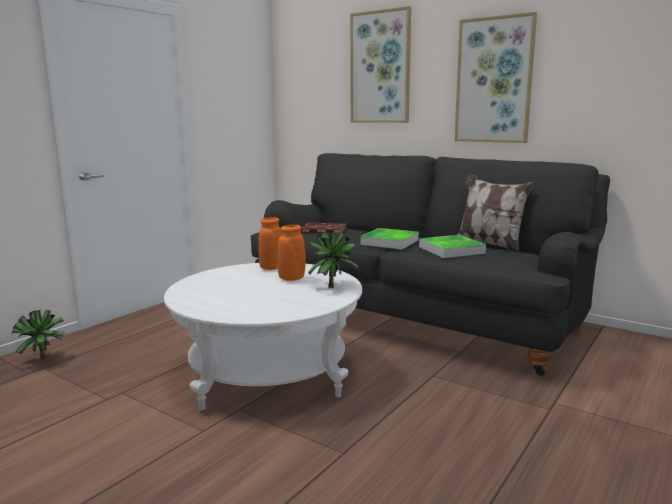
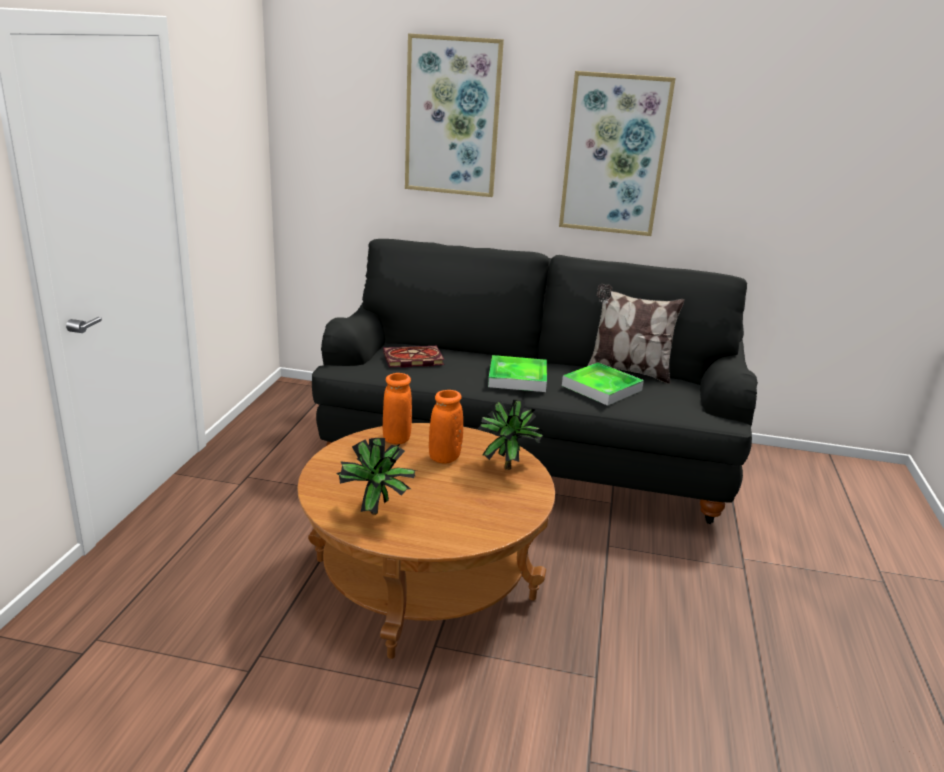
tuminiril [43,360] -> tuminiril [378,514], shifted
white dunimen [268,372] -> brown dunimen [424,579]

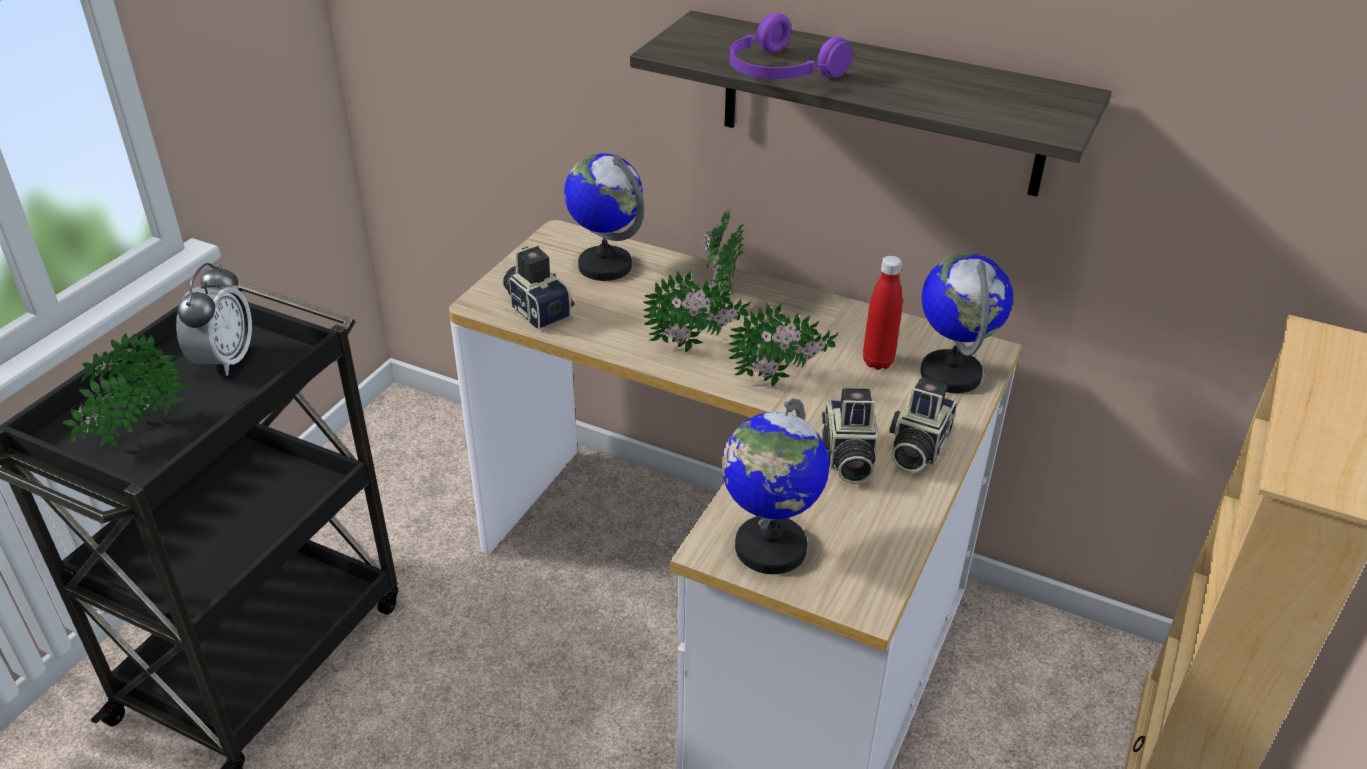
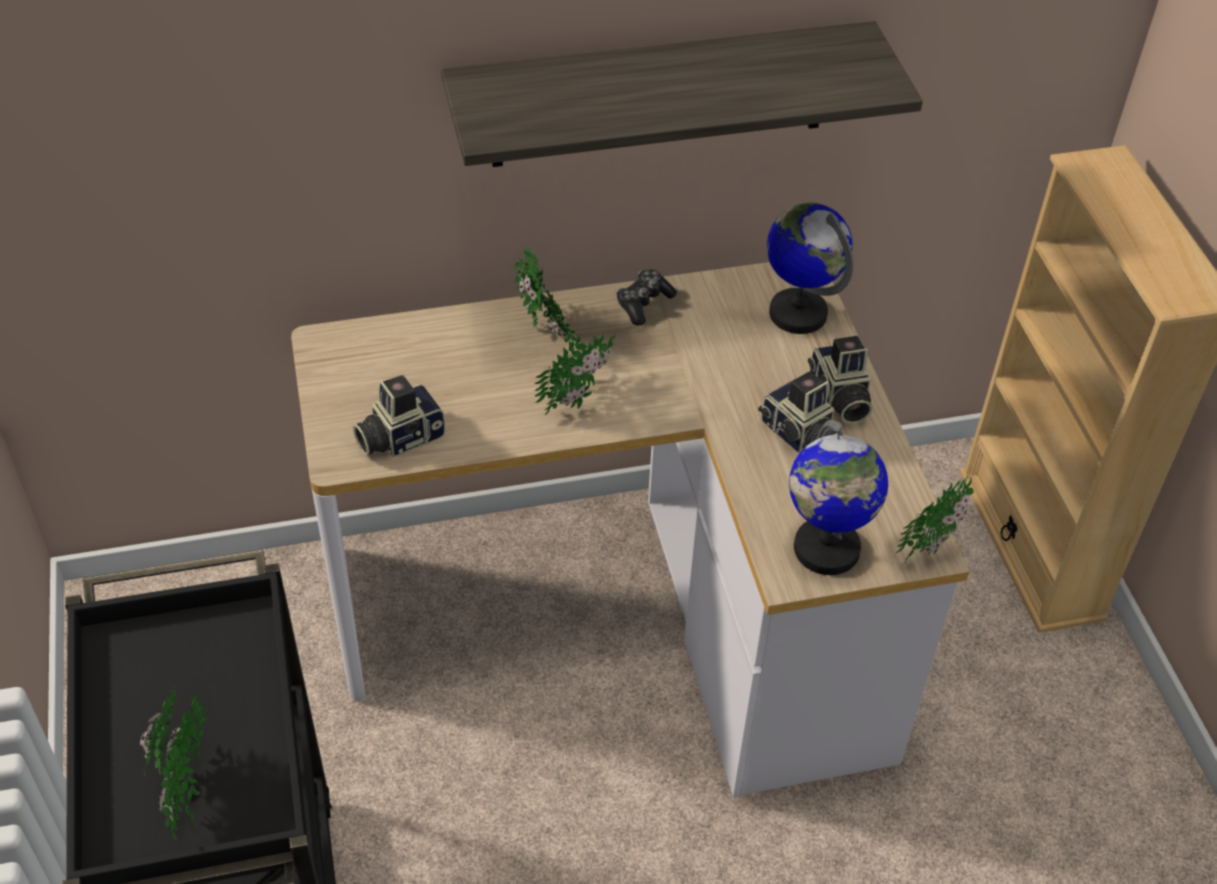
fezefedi [225,360] -> none
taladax [537,309] -> taladax [399,437], 45 degrees counterclockwise
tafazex [605,265] -> none
tuminiril [782,380] -> tuminiril [933,543], shifted
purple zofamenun [779,72] -> none
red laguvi [878,362] -> none
none -> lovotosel [643,303]

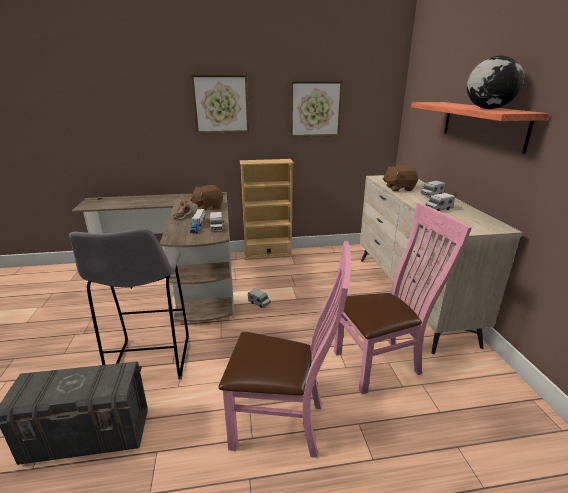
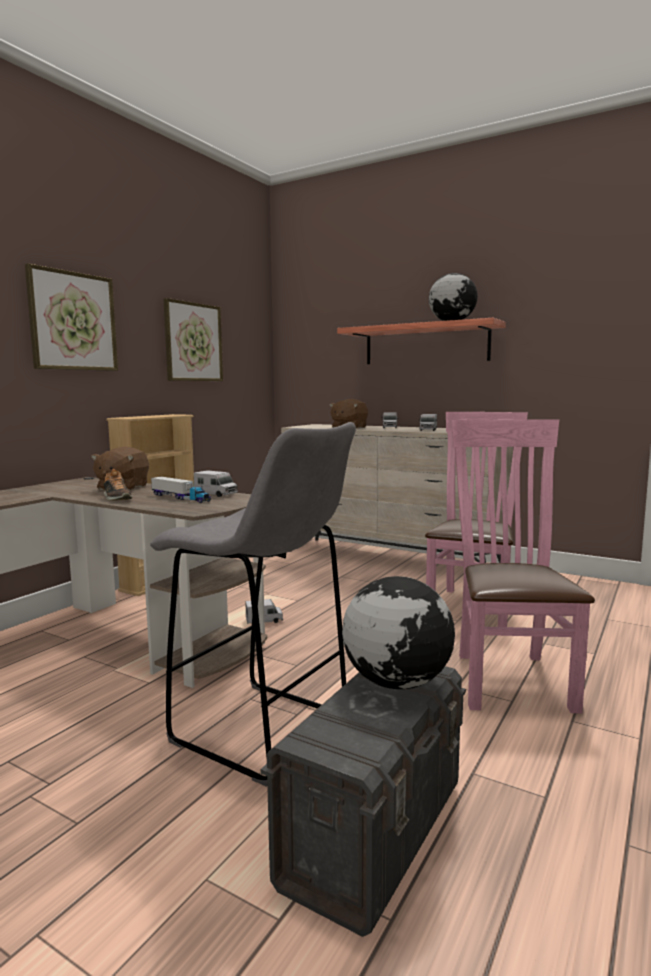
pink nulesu [284,424] -> pink nulesu [509,677], 45 degrees counterclockwise
none -> tafazex [396,682]

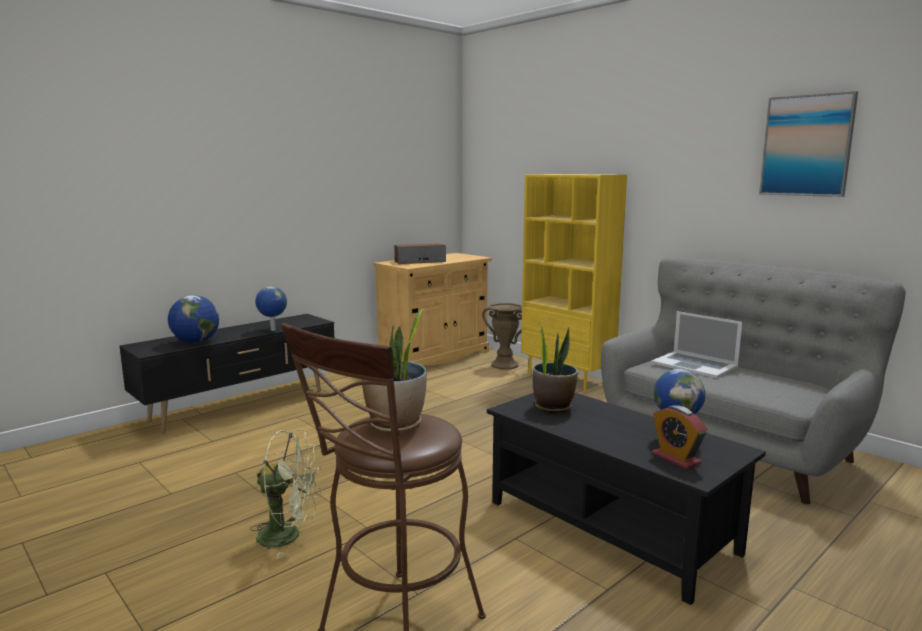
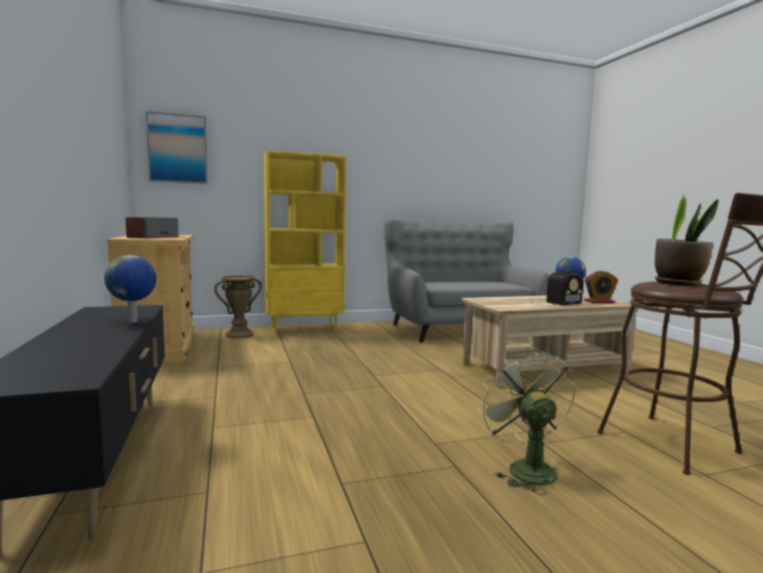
tafazex [196,342] -> none
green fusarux [288,536] -> green fusarux [524,468], 45 degrees counterclockwise
black dunimen [610,527] -> beige dunimen [544,369]
tuminiril [553,407] -> none
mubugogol [694,365] -> none
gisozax [806,146] -> gisozax [178,149], shifted
none -> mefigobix [554,303]

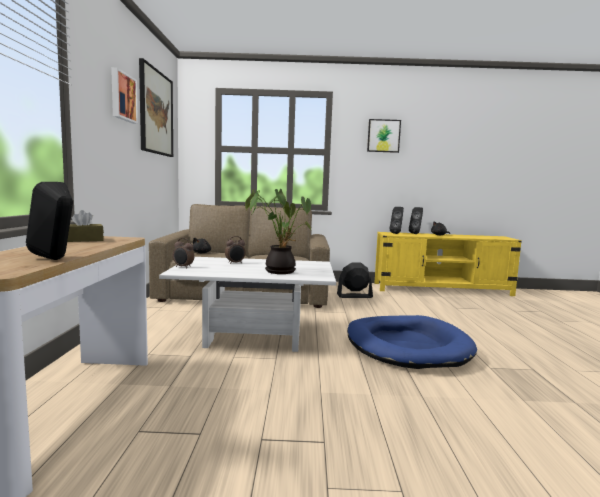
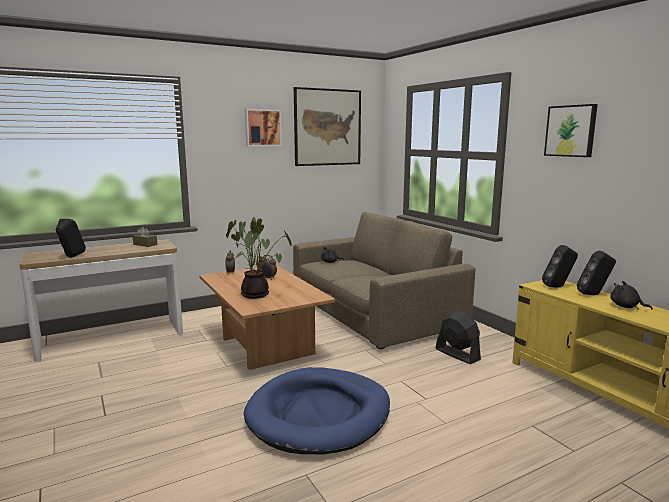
white dunimen [253,336] -> brown dunimen [264,346]

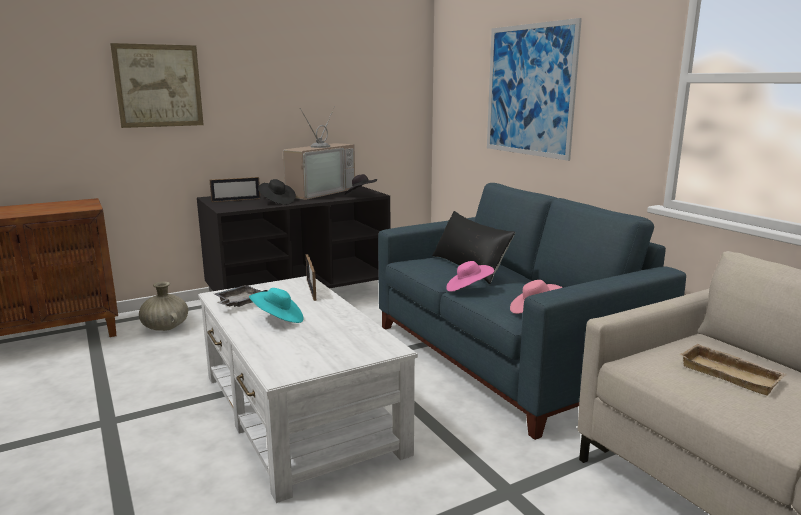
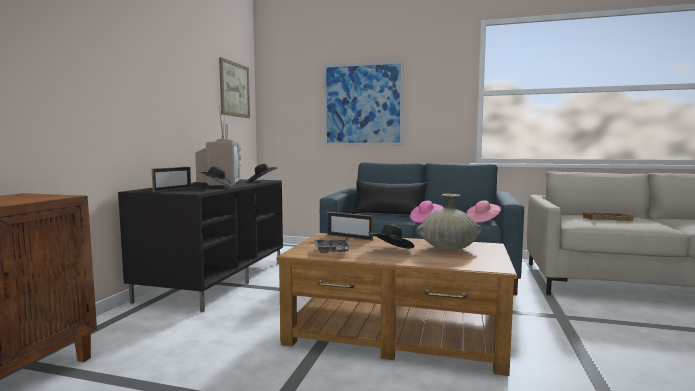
gisozax [158,86] -> gisozax [234,89], shifted
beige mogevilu [165,327] -> beige mogevilu [448,248], shifted
white dunimen [298,413] -> brown dunimen [396,333]
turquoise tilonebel [278,320] -> black tilonebel [391,251]

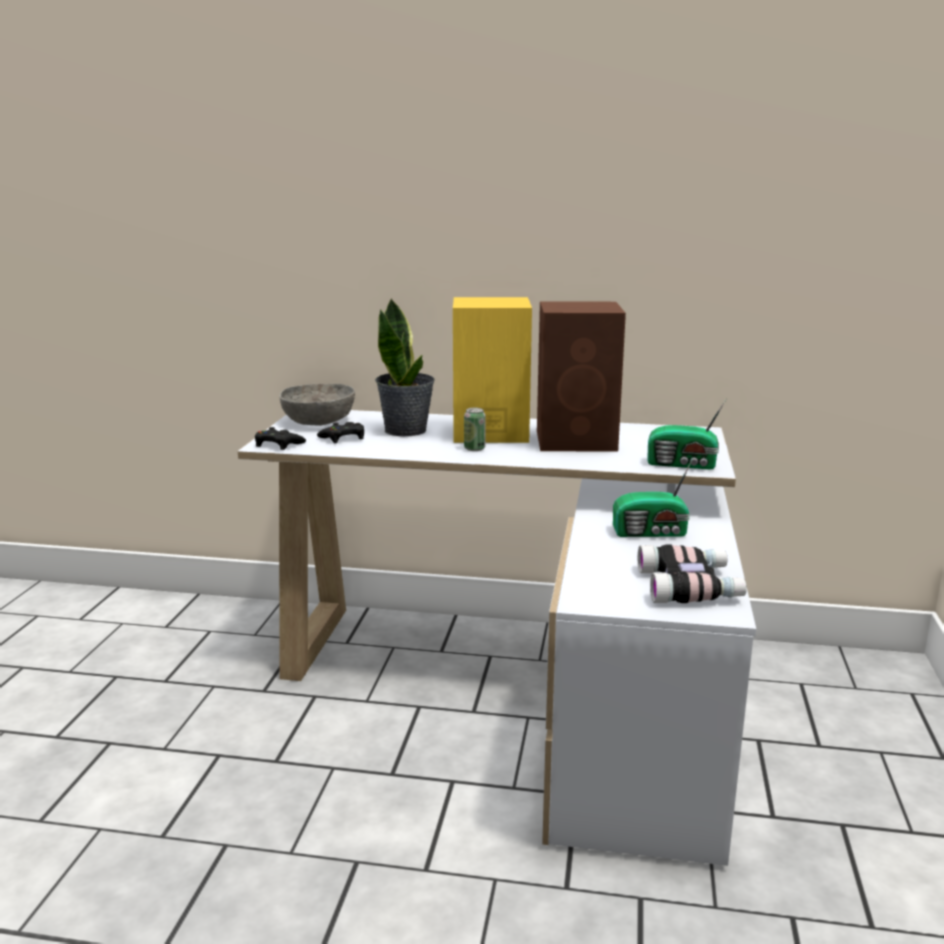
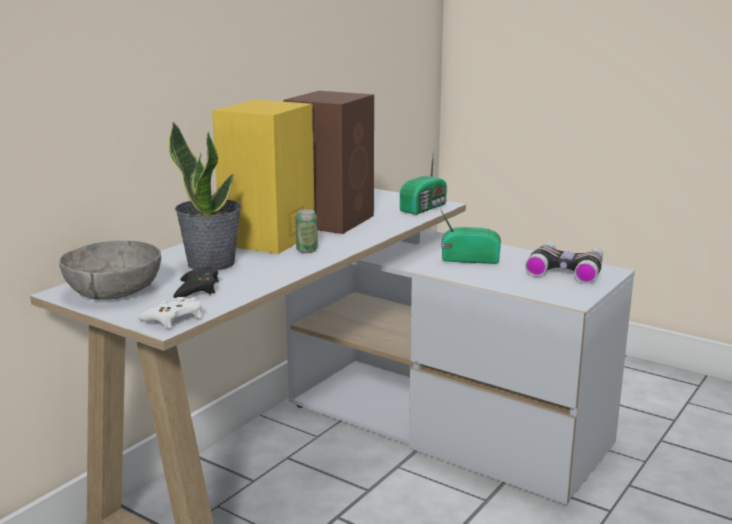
black lovotosel [278,444] -> white lovotosel [174,318]
mefigobix [652,533] -> mefigobix [468,259], 105 degrees counterclockwise

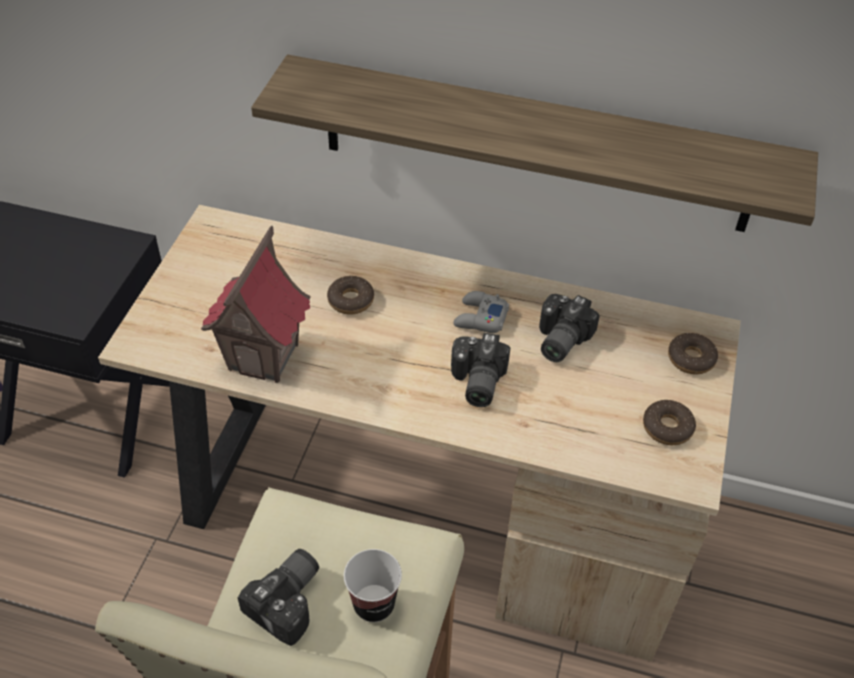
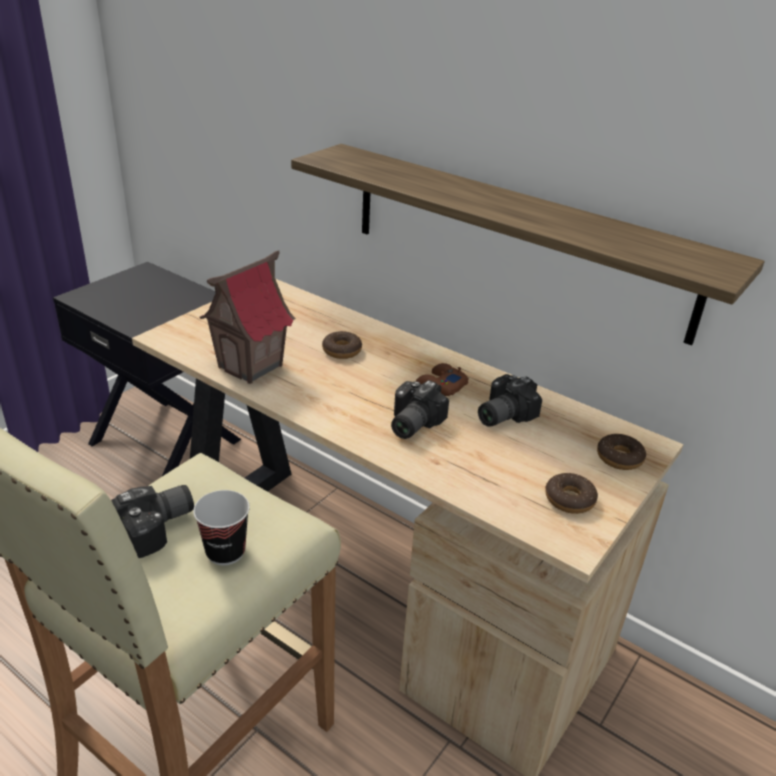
grey lovotosel [480,318] -> brown lovotosel [440,385]

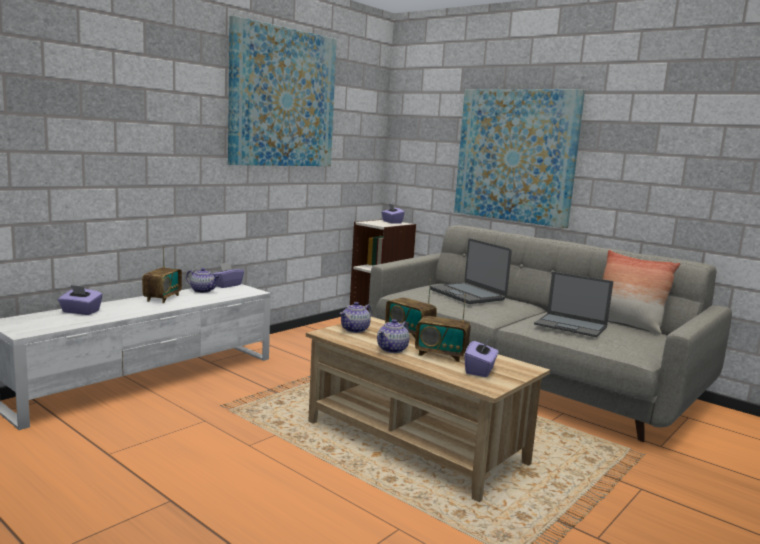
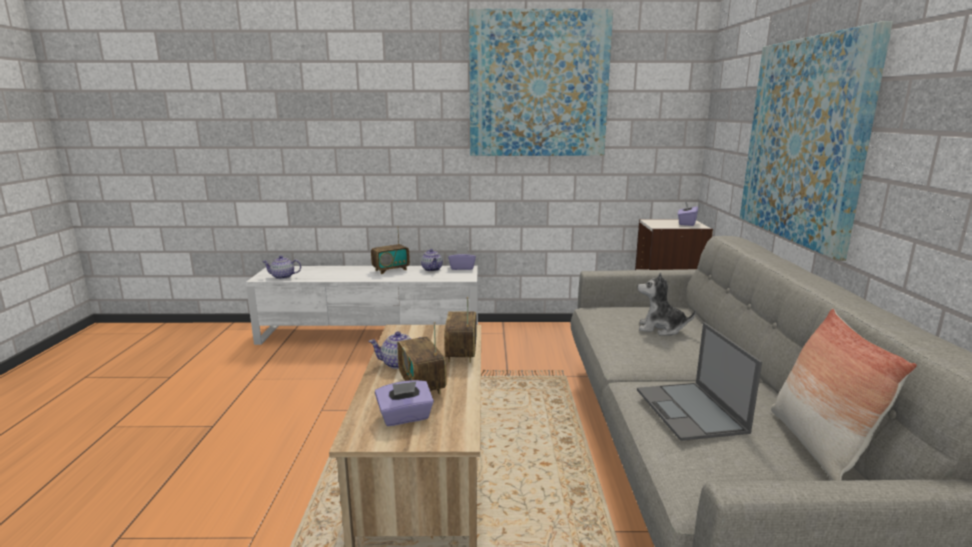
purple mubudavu [80,312] -> none
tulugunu [355,330] -> tulugunu [283,277], shifted
mubugogol [467,294] -> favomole [661,329]

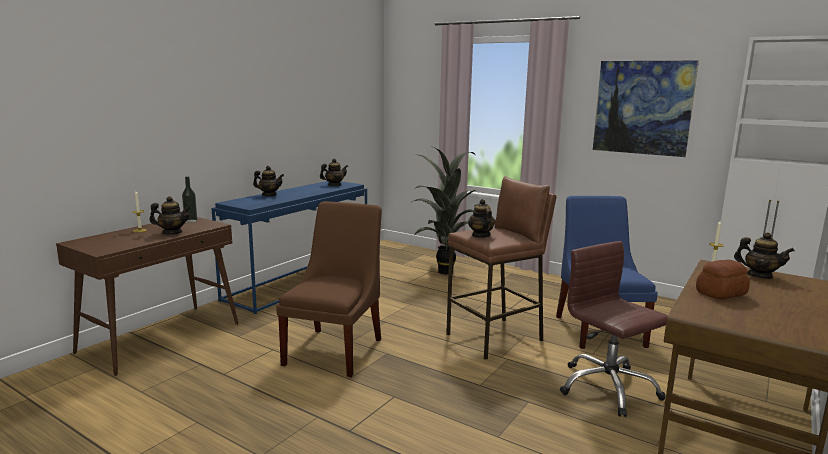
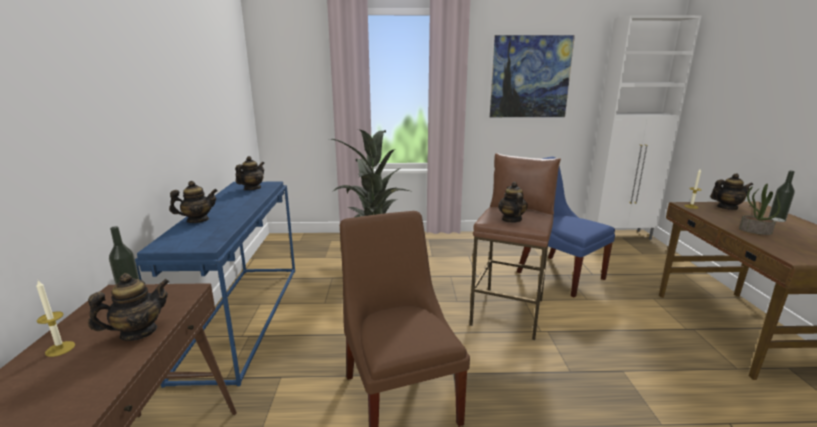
tulugunu [480,235] -> tulugunu [511,219], 45 degrees clockwise
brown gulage [607,388] -> none
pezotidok [720,293] -> tuminiril [754,231]
none -> laguvi [776,219]

